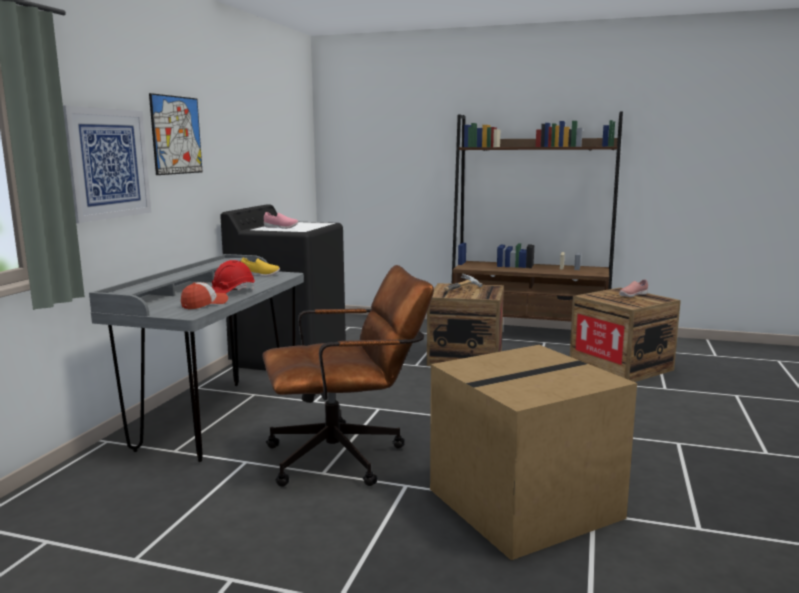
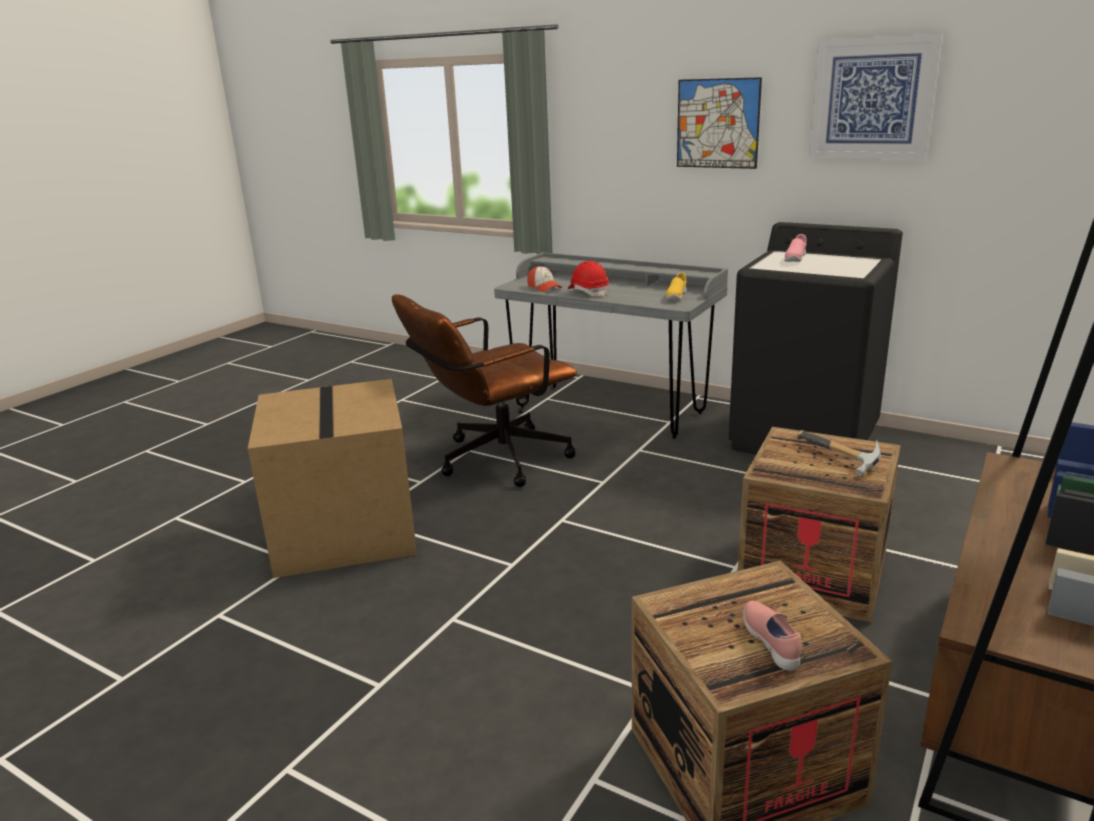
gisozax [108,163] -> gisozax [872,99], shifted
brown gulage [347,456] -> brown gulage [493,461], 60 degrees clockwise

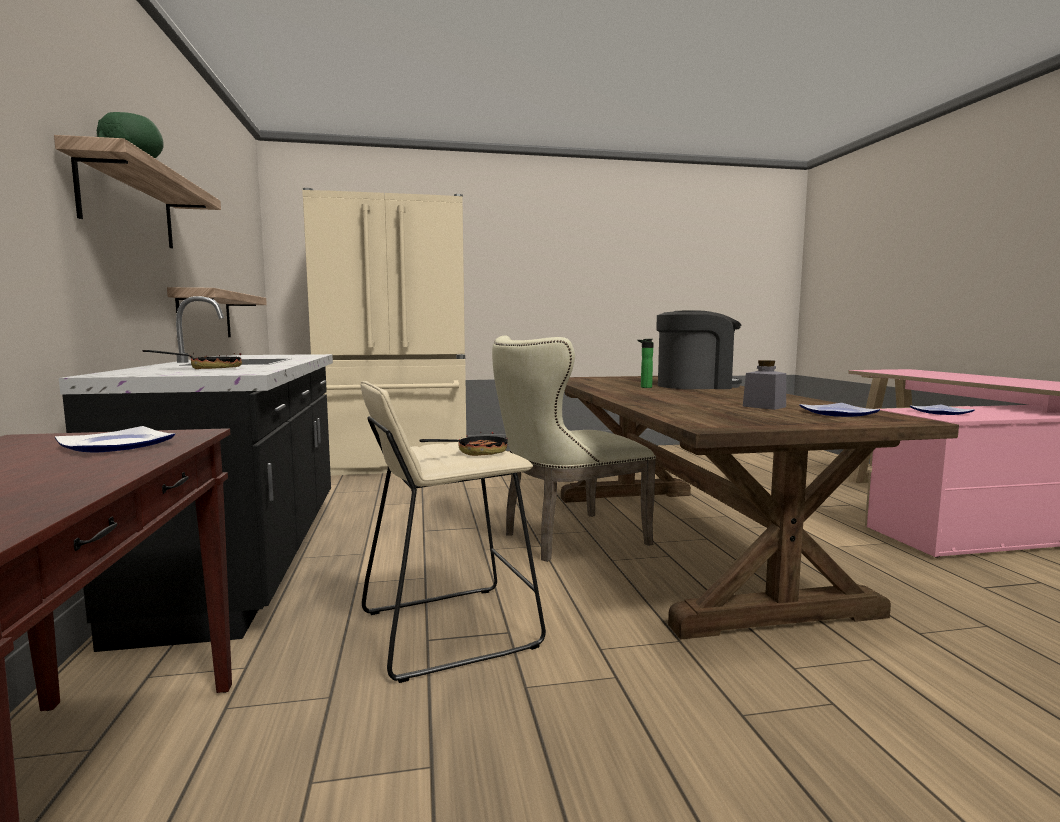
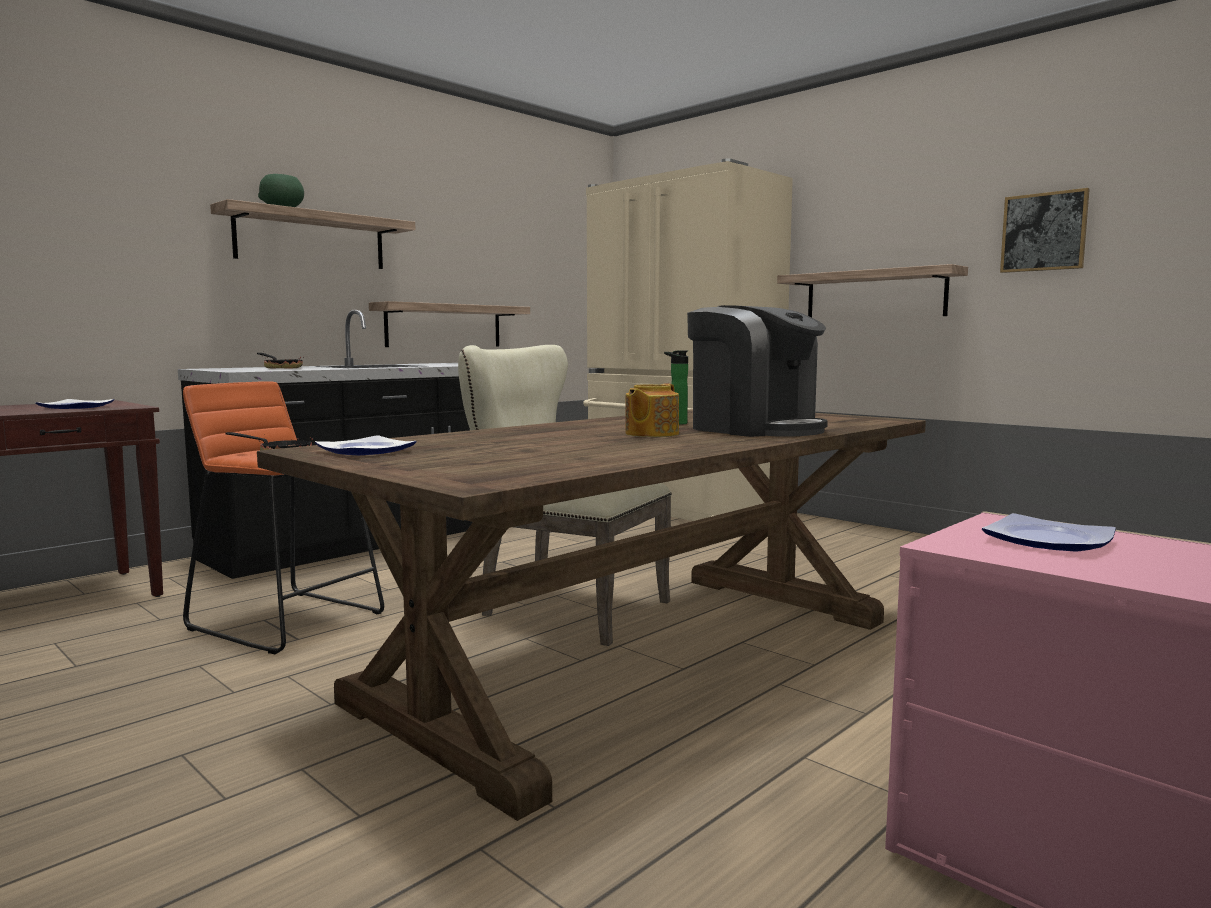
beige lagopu [448,629] -> orange lagopu [289,620]
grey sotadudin [764,406] -> none
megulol [837,414] -> megulol [364,451], shifted
none -> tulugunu [650,434]
none -> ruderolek [874,295]
none -> gisozax [1044,232]

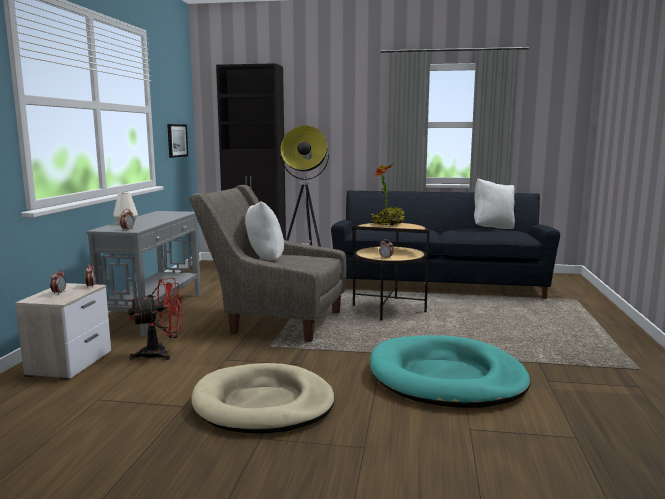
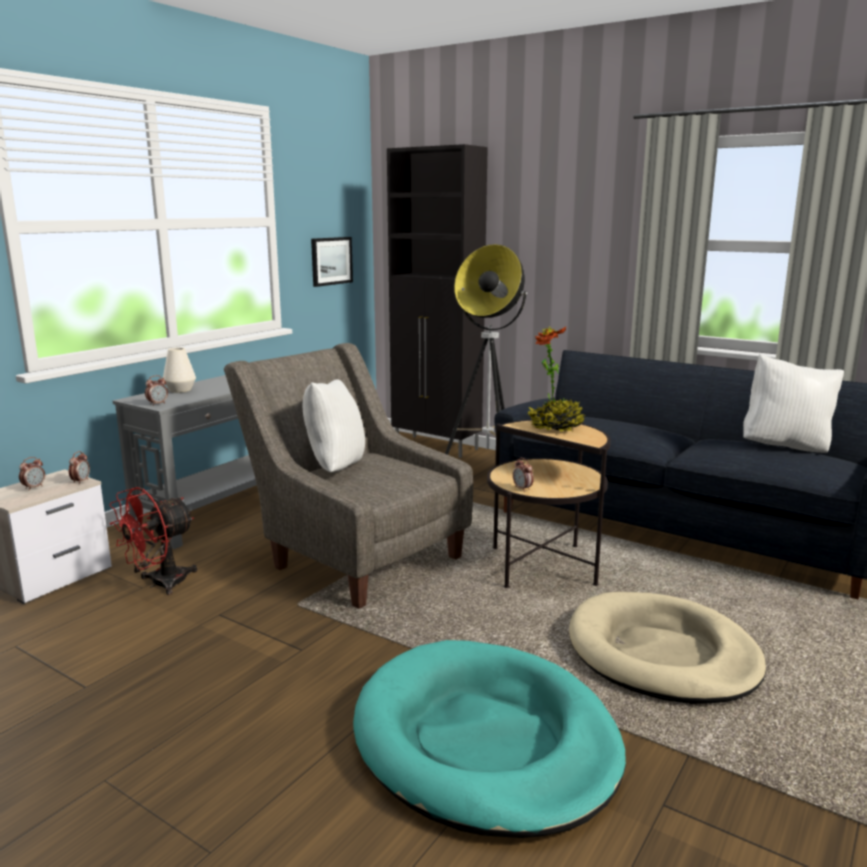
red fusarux [161,353] -> red fusarux [160,584], 135 degrees clockwise
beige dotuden [263,404] -> beige dotuden [662,654], shifted

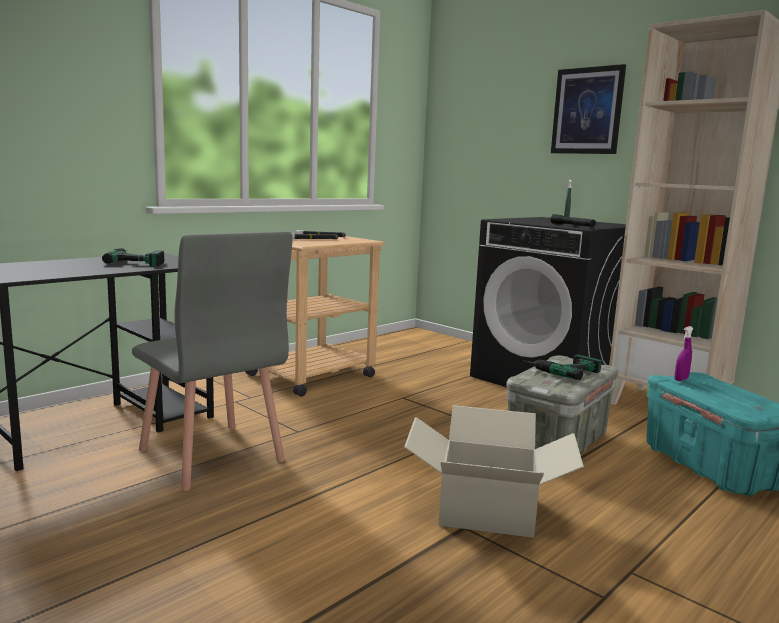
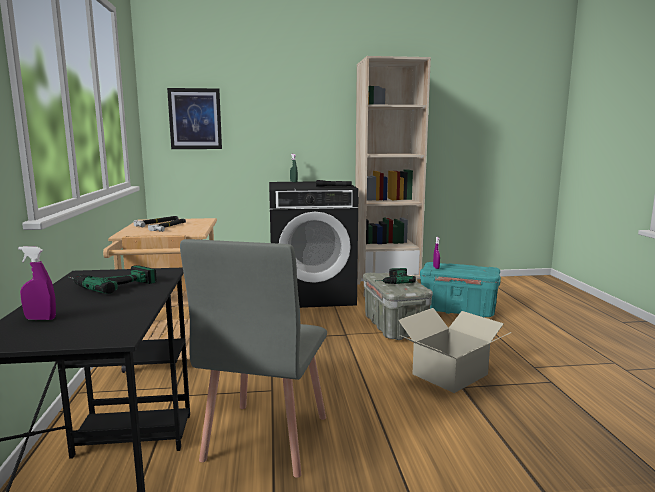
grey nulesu [211,456] -> grey nulesu [265,438], 105 degrees clockwise
gisozax [587,111] -> gisozax [195,119], shifted
none -> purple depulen [40,319]

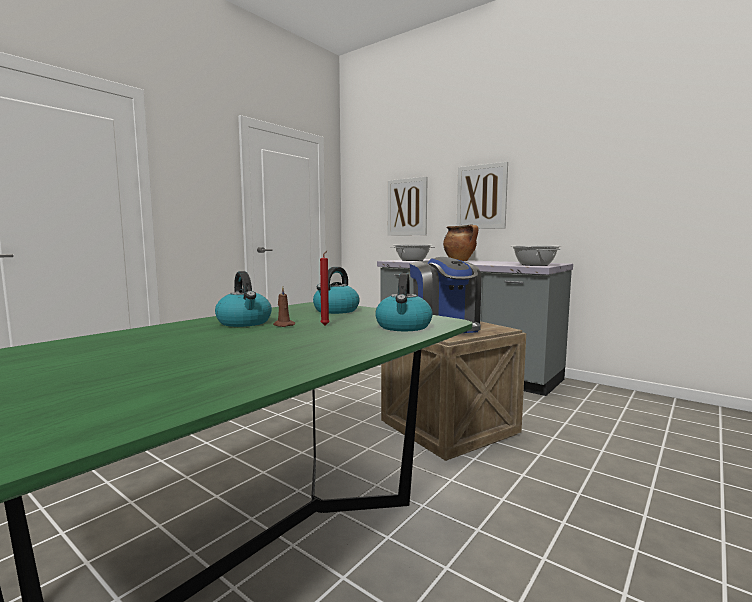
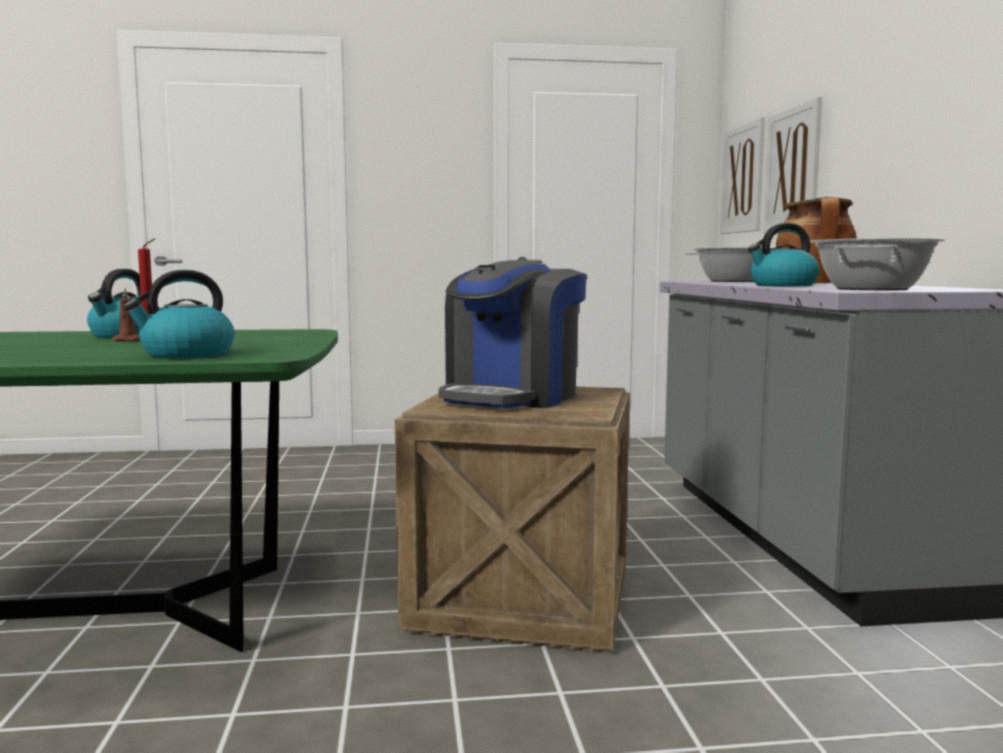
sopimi [336,310] -> sopimi [782,285], shifted
gisozax [481,197] -> gisozax [743,179], shifted

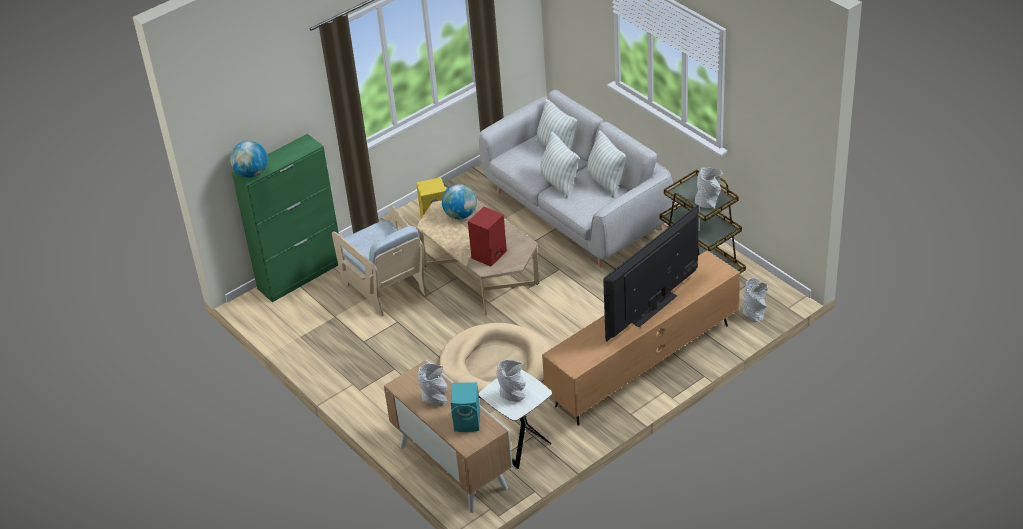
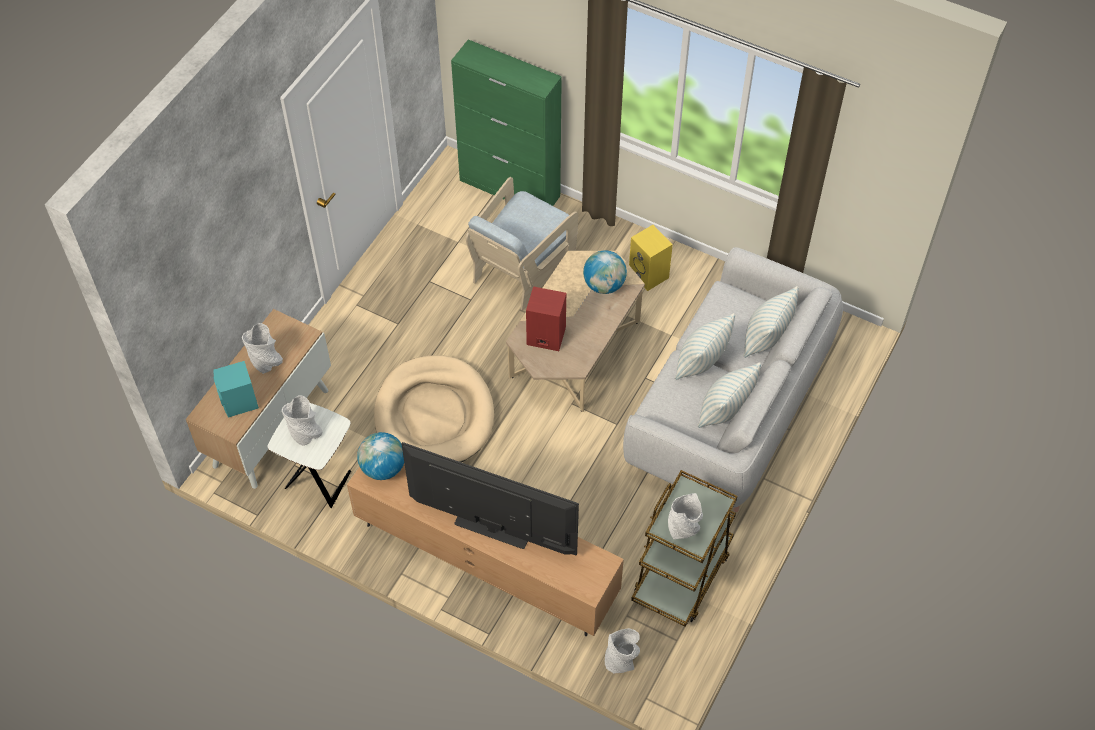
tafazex [251,173] -> tafazex [383,468], shifted

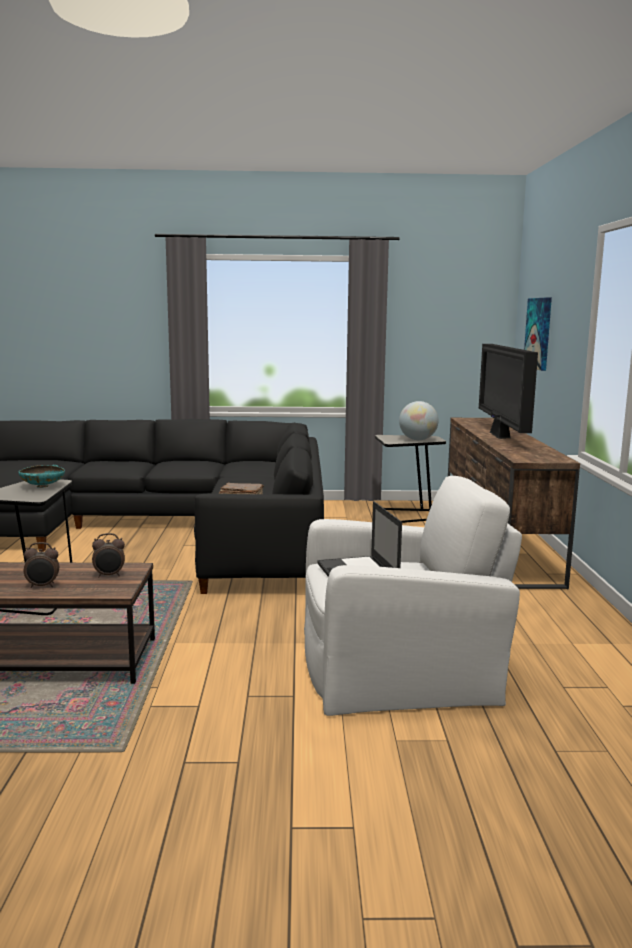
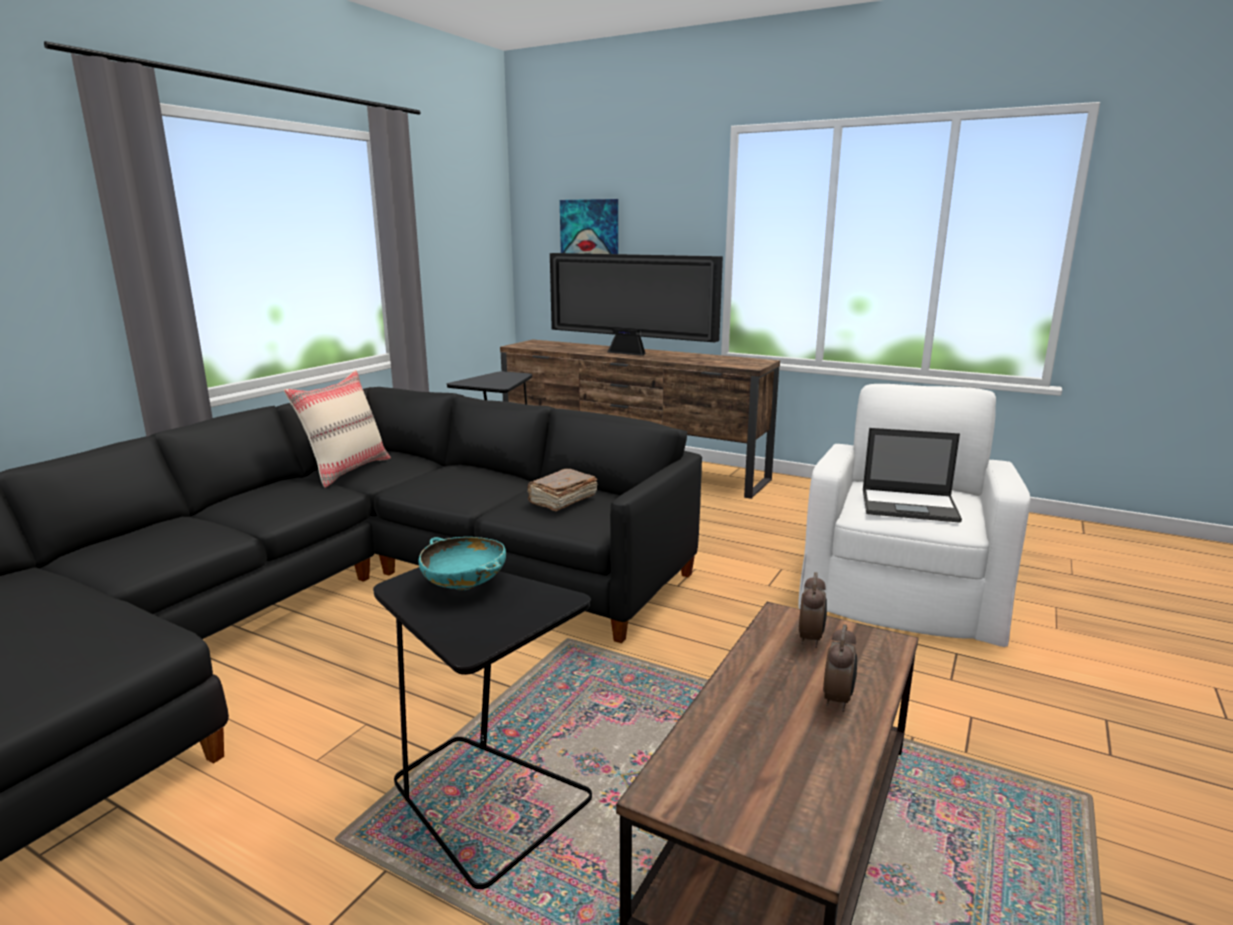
tafazex [417,440] -> none
none -> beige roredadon [346,470]

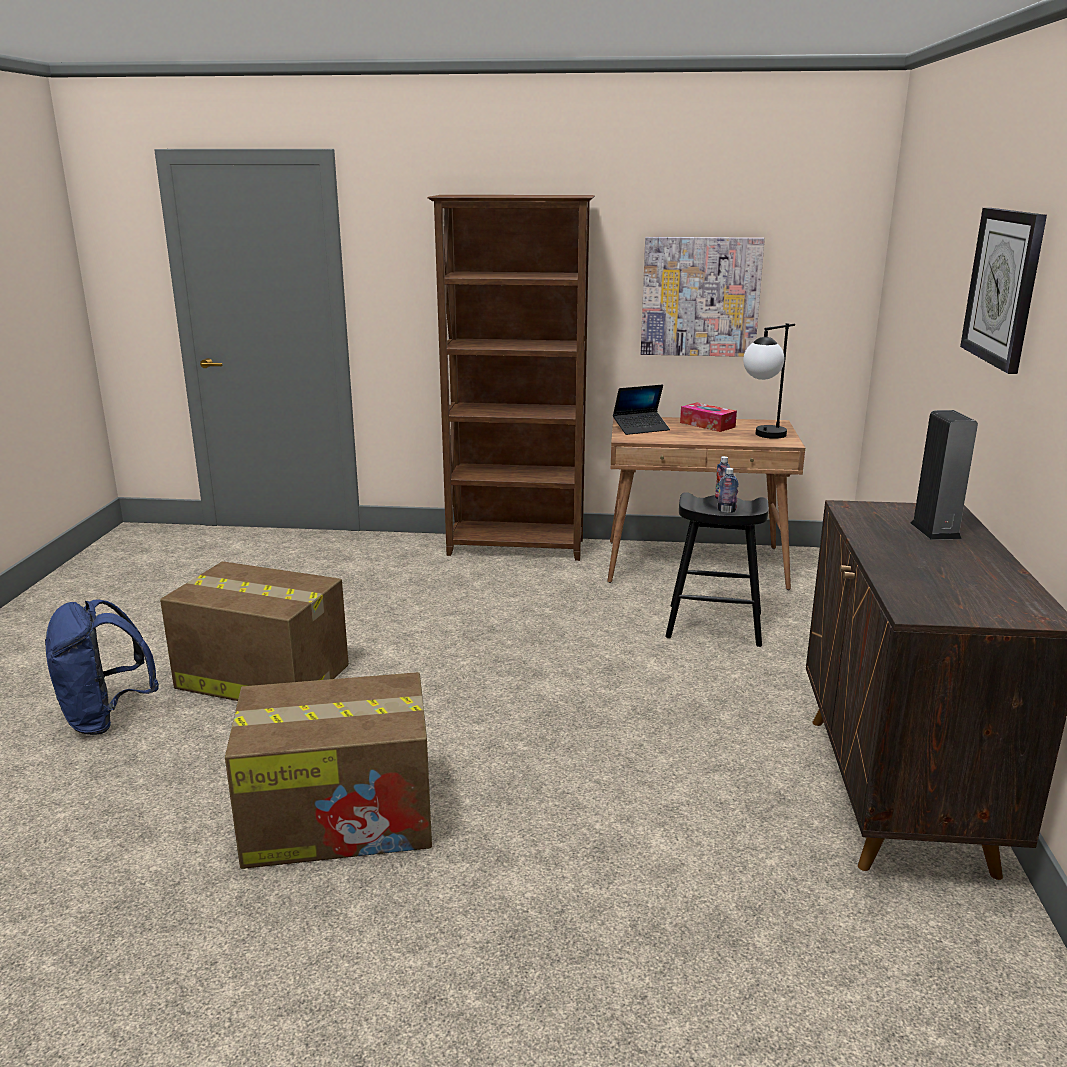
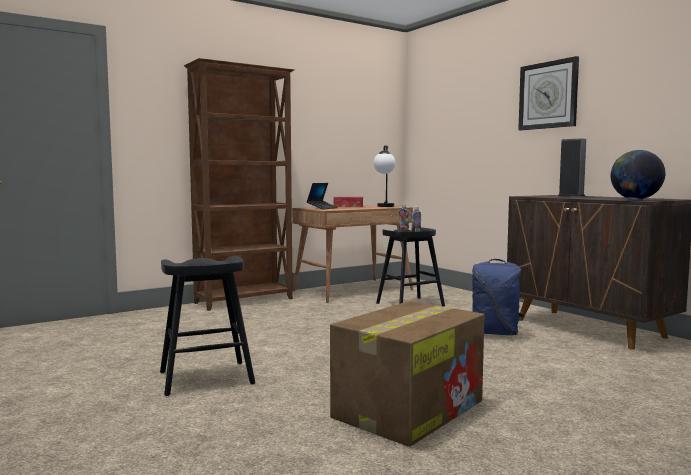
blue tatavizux [106,718] -> blue tatavizux [495,333], shifted
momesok [261,676] -> black lagopu [206,378]
gisozax [700,297] -> none
none -> tafazex [635,199]

